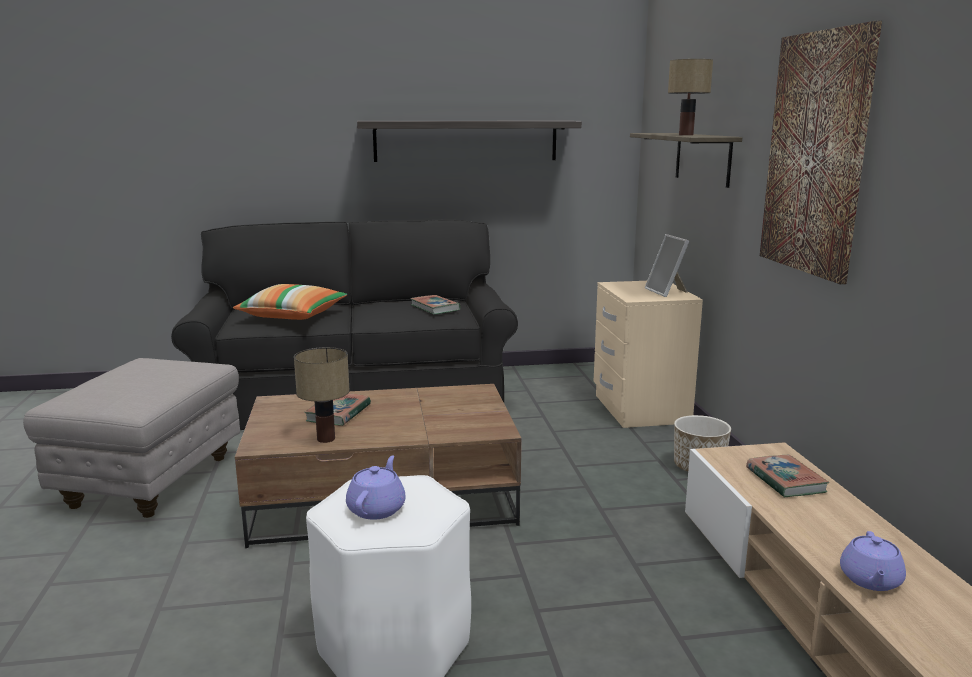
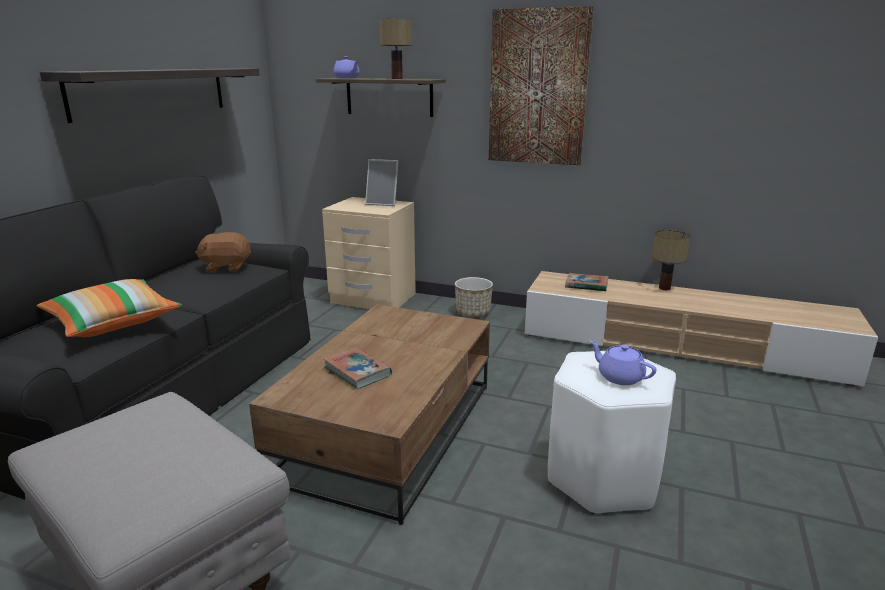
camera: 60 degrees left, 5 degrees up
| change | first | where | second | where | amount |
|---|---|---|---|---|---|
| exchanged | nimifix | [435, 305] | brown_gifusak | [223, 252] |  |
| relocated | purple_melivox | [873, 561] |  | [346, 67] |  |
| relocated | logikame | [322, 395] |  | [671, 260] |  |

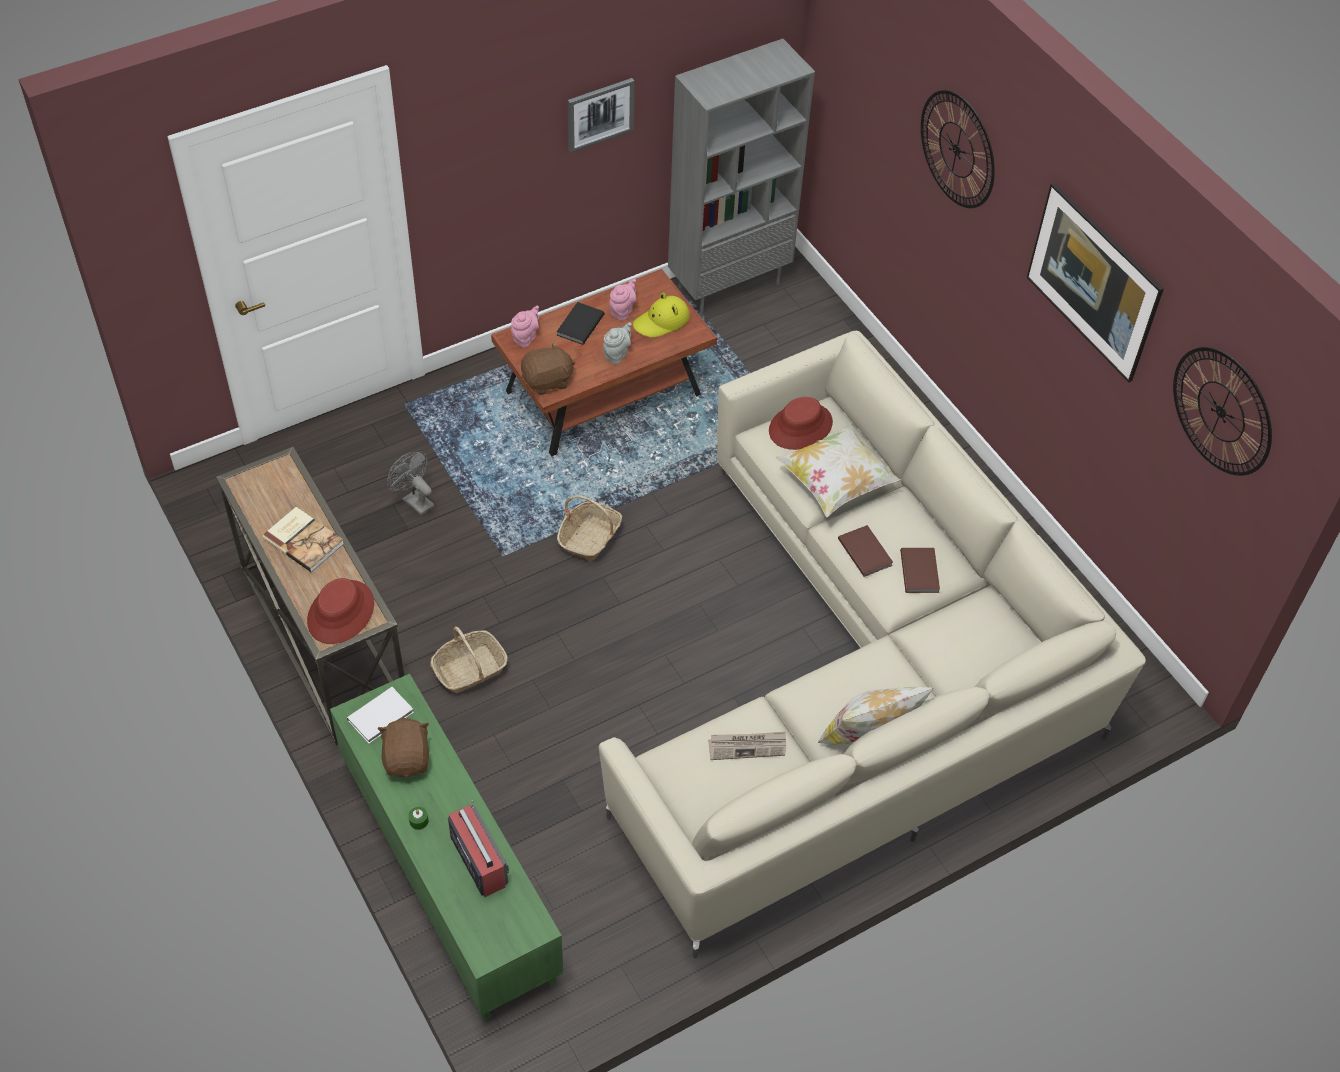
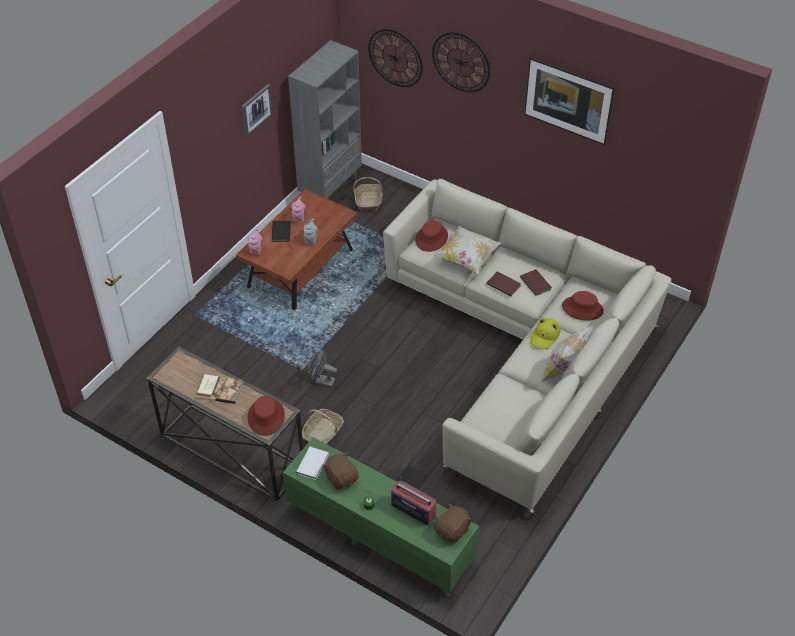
camera: 25 degrees left, 5 degrees down
| change | first | where | second | where | amount |
|---|---|---|---|---|---|
| relocated | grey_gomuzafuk | [410, 484] |  | [322, 368] |  |
| relocated | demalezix | [589, 528] |  | [368, 194] |  |
| relocated | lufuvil | [1222, 411] |  | [395, 58] |  |
| relocated | brown_gifusak | [548, 368] |  | [453, 523] |  |
| relocated | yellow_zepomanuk | [661, 314] |  | [545, 333] |  |
| appeared |  |  | red_zepomanuk | [583, 306] |  |
| missing | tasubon | [747, 746] |  |  |  |

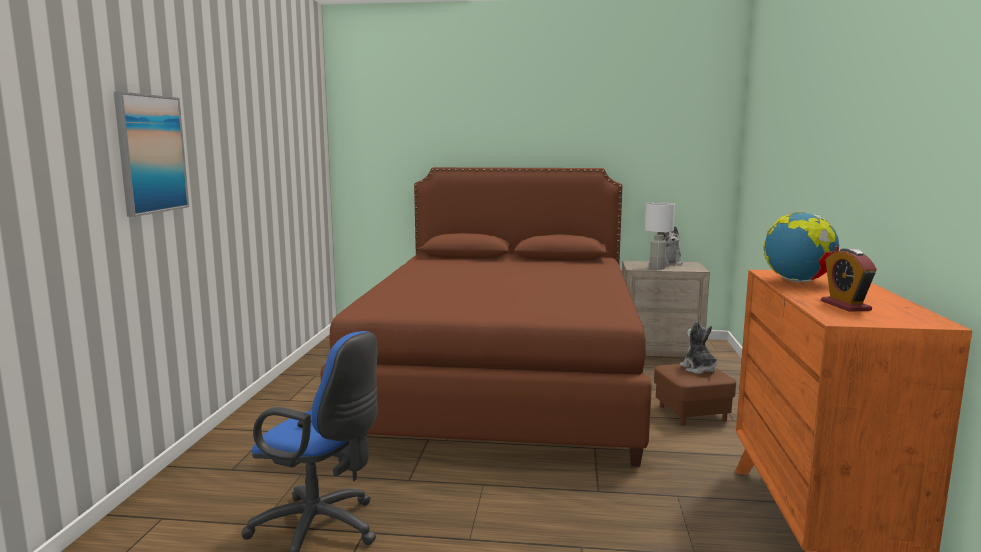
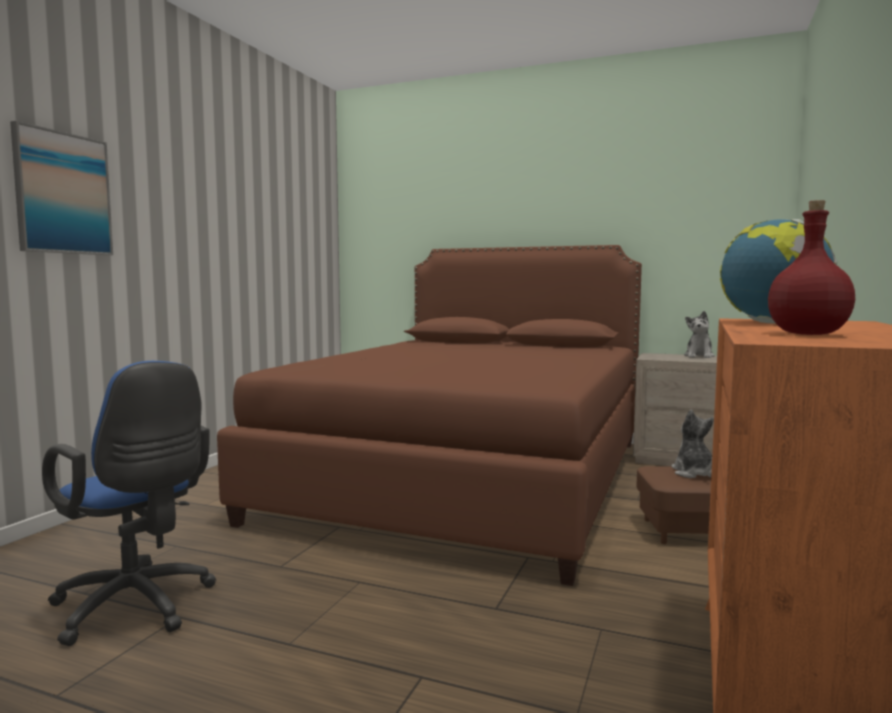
camera: 15 degrees right, 5 degrees down
| change | first | where | second | where | amount |
|---|---|---|---|---|---|
| exchanged | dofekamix | [849, 280] | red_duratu | [811, 267] |  |
| missing | white_logikame | [660, 236] |  |  |  |

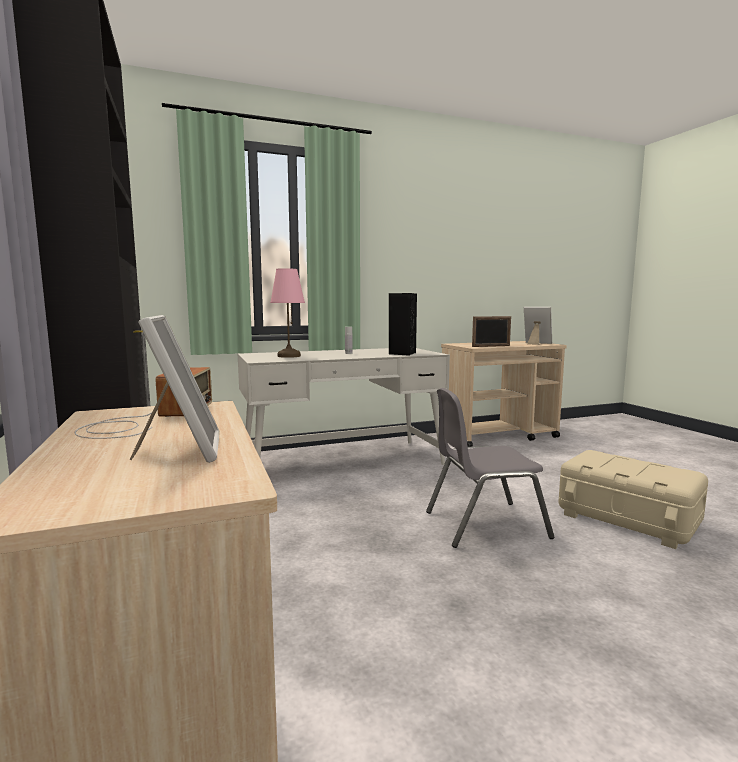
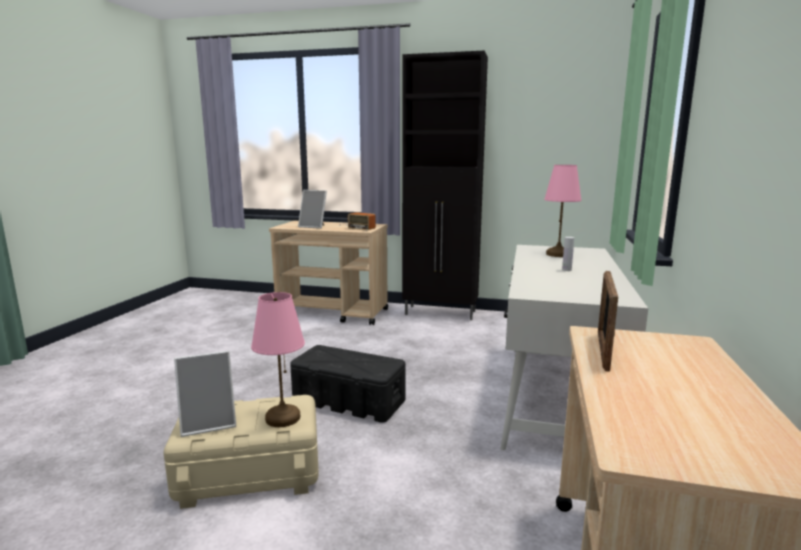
camera: 125 degrees right, 5 degrees up
| change | first | where | second | where | amount |
|---|---|---|---|---|---|
| relocated | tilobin | [538, 326] |  | [205, 394] |  |
| appeared |  |  | pink_logikame | [278, 359] |  |
| exchanged | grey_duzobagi | [490, 468] | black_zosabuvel | [347, 384] |  |
| missing | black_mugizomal | [402, 324] |  |  |  |

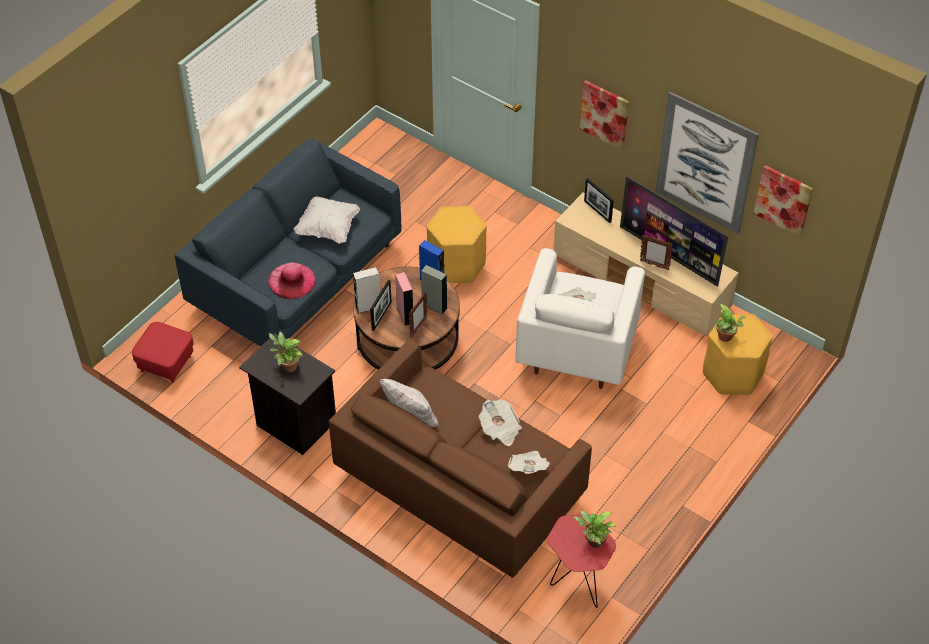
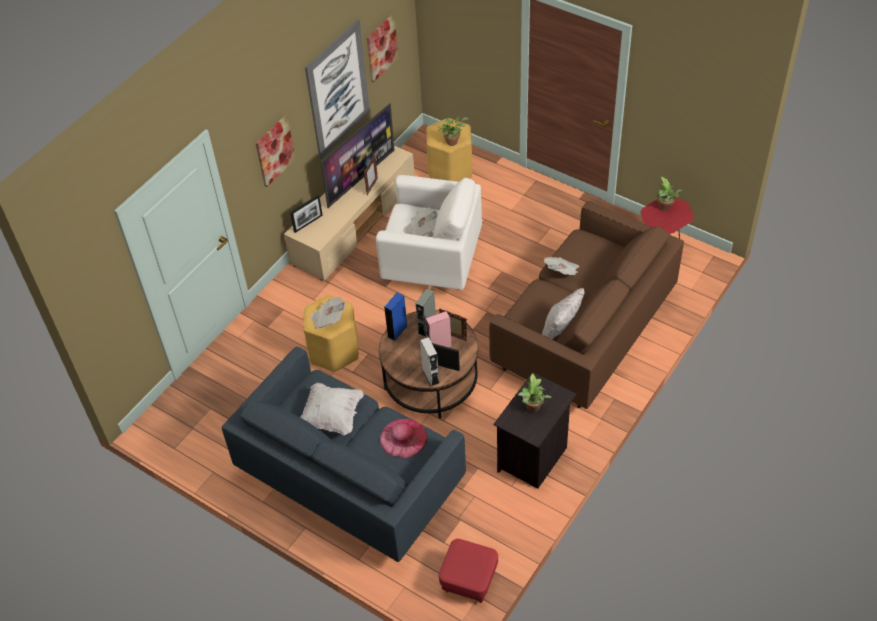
camera: 90 degrees left, 0 degrees up
| change | first | where | second | where | amount |
|---|---|---|---|---|---|
| relocated | tasubon | [529, 462] |  | [328, 313] |  |

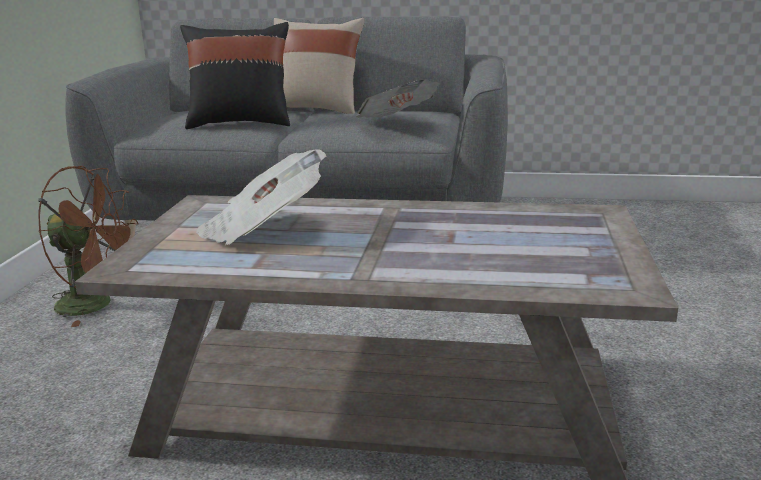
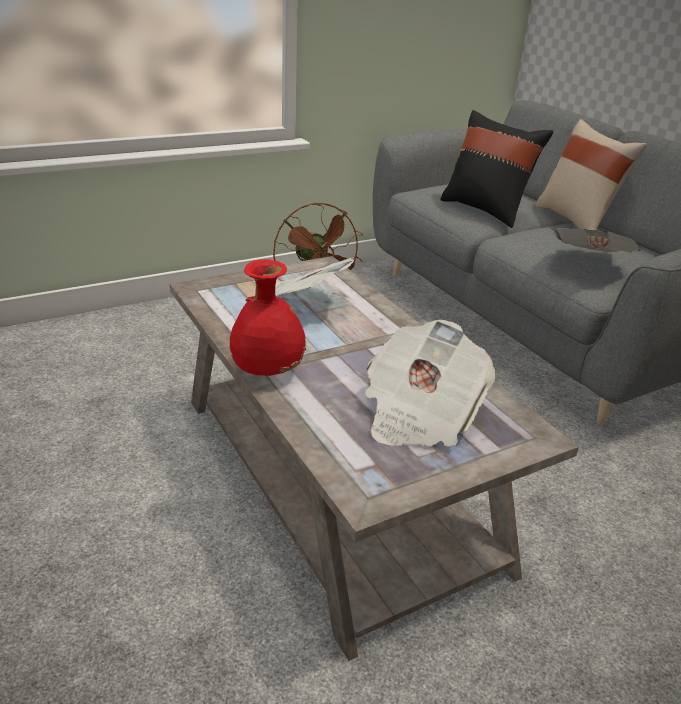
camera: 50 degrees right, 10 degrees up
| change | first | where | second | where | amount |
|---|---|---|---|---|---|
| appeared |  |  | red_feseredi | [268, 318] |  |
| appeared |  |  | tasubon | [430, 383] |  |

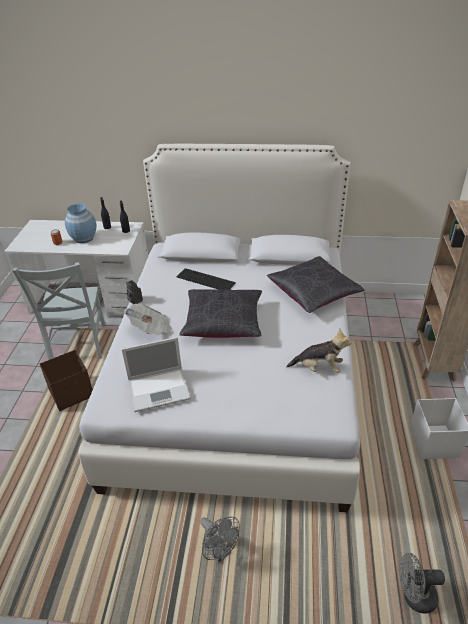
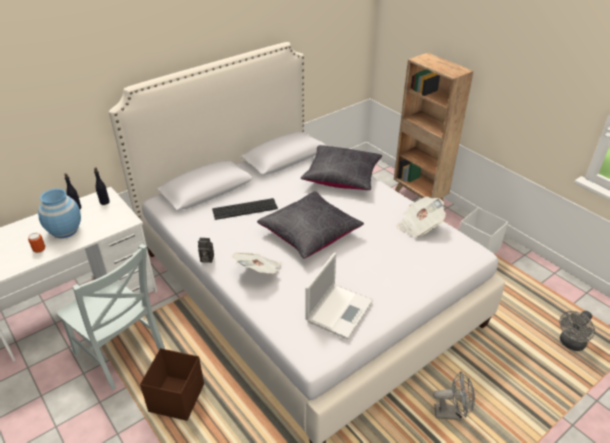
camera: 45 degrees left, 0 degrees up
| change | first | where | second | where | amount |
|---|---|---|---|---|---|
| exchanged | gifusak | [318, 351] | tasubon | [421, 217] |  |

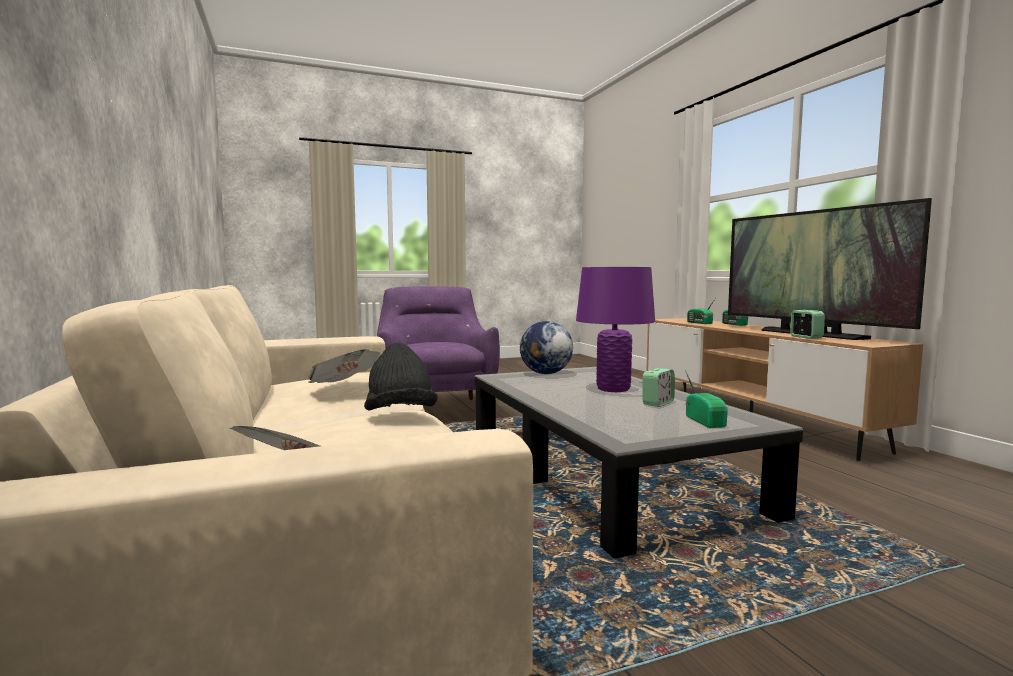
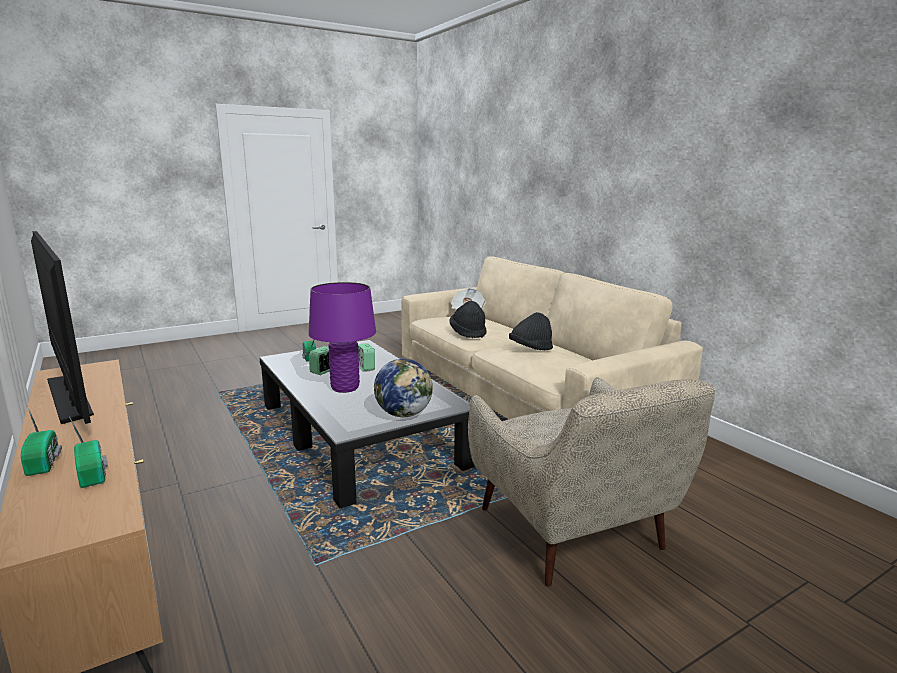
camera: 170 degrees right, 10 degrees up
| change | first | where | second | where | amount |
|---|---|---|---|---|---|
| relocated | dofekamix | [807, 324] |  | [366, 357] |  |
| colour | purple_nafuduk | [438, 343] | beige_nafuduk | [592, 482] |  |
| exchanged | tasubon | [344, 366] | black_zepomanuk | [531, 331] |  |

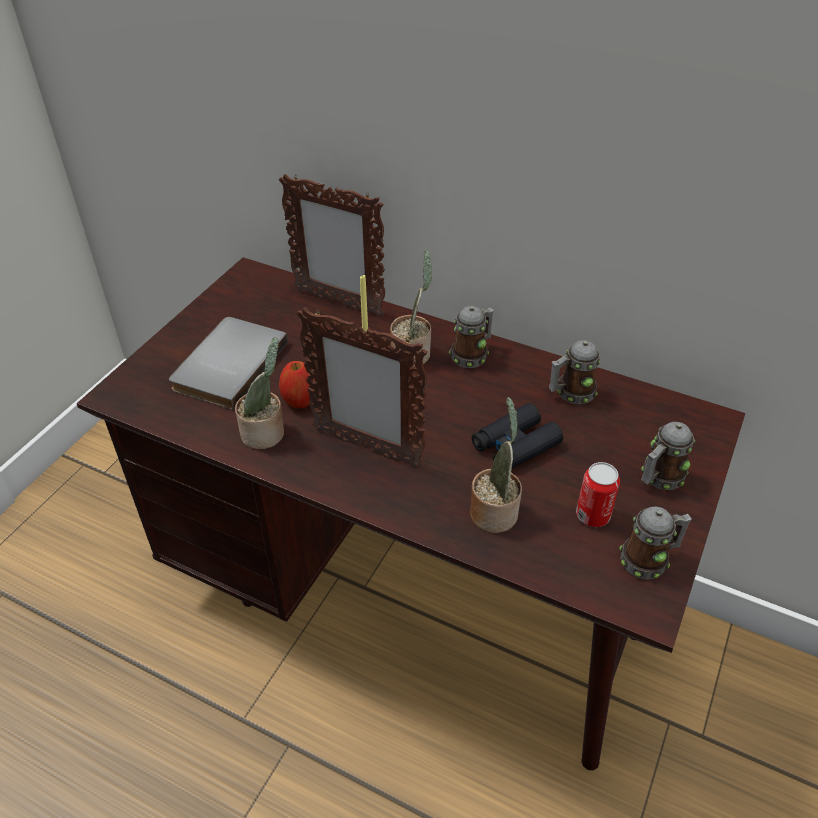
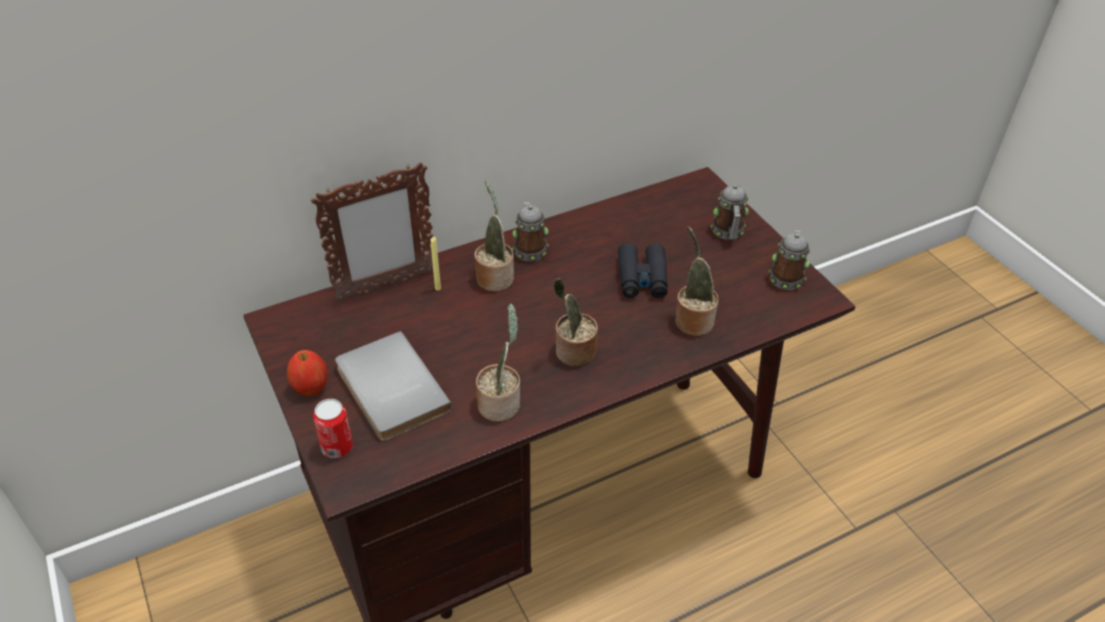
camera: 55 degrees left, 0 degrees up
| change | first | where | second | where | amount |
|---|---|---|---|---|---|
| relocated | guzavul | [297, 384] |  | [307, 373] |  |
| relocated | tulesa | [598, 494] |  | [333, 428] |  |
| exchanged | tilobin | [362, 388] | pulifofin | [575, 322] |  |
| missing | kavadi | [575, 372] |  |  |  |

